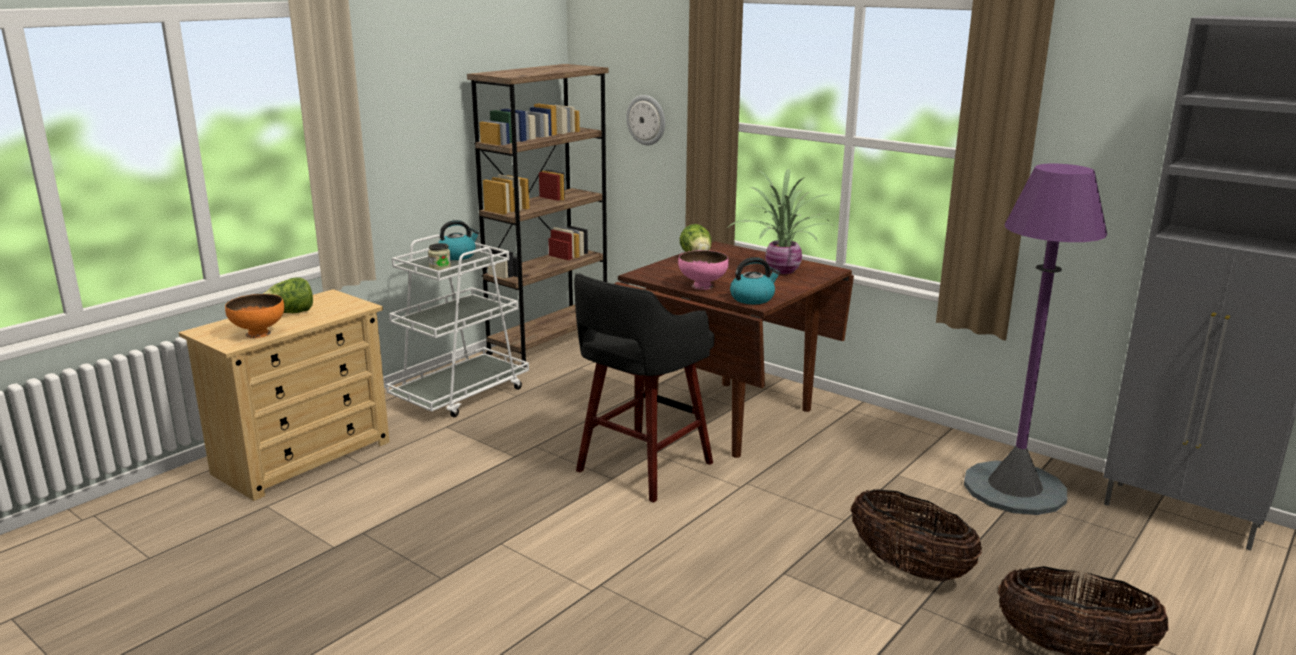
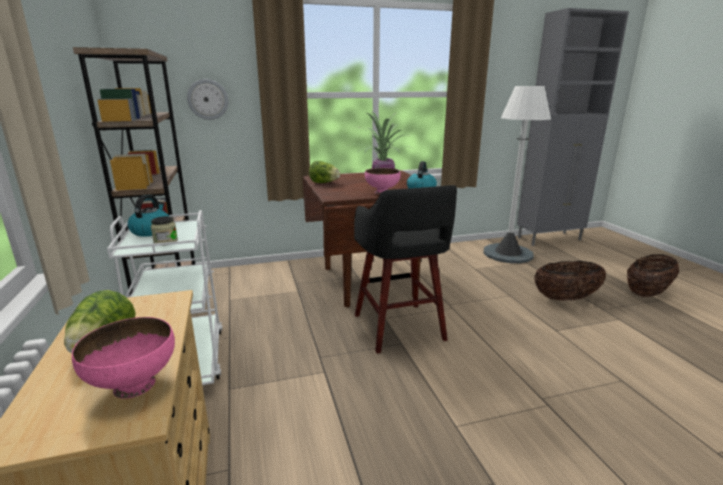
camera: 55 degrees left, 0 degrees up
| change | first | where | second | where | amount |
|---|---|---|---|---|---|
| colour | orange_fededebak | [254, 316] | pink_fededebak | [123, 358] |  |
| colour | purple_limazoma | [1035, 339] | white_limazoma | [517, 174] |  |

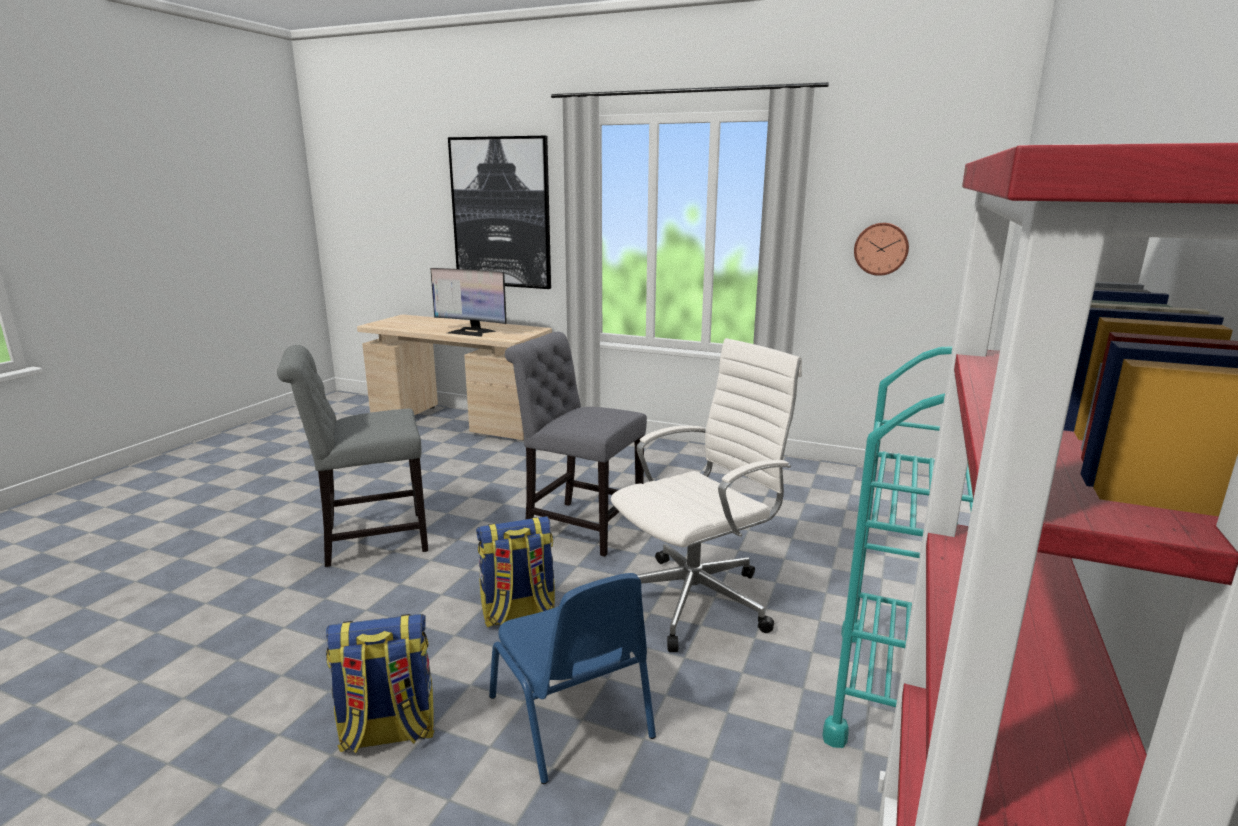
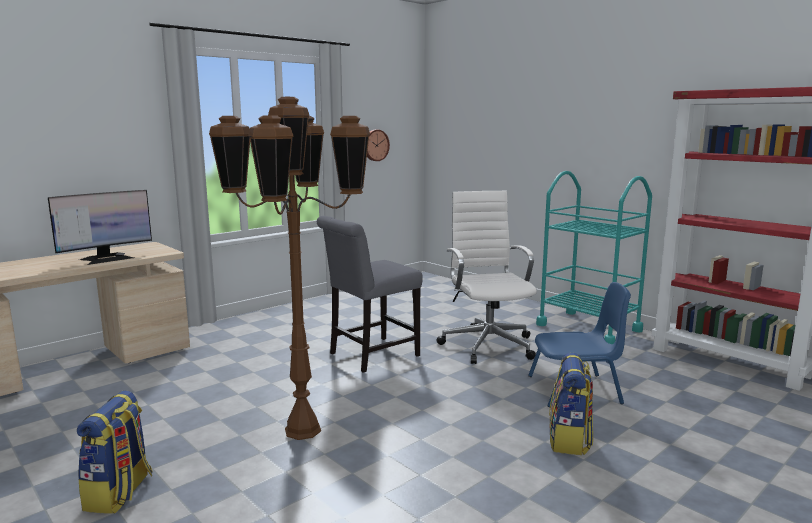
camera: 65 degrees left, 5 degrees down
| change | first | where | second | where | amount |
|---|---|---|---|---|---|
| relocated | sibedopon | [515, 571] |  | [114, 452] |  |
| exchanged | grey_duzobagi | [352, 456] | brown_limazoma | [289, 268] |  |
| missing | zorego | [499, 212] |  |  |  |

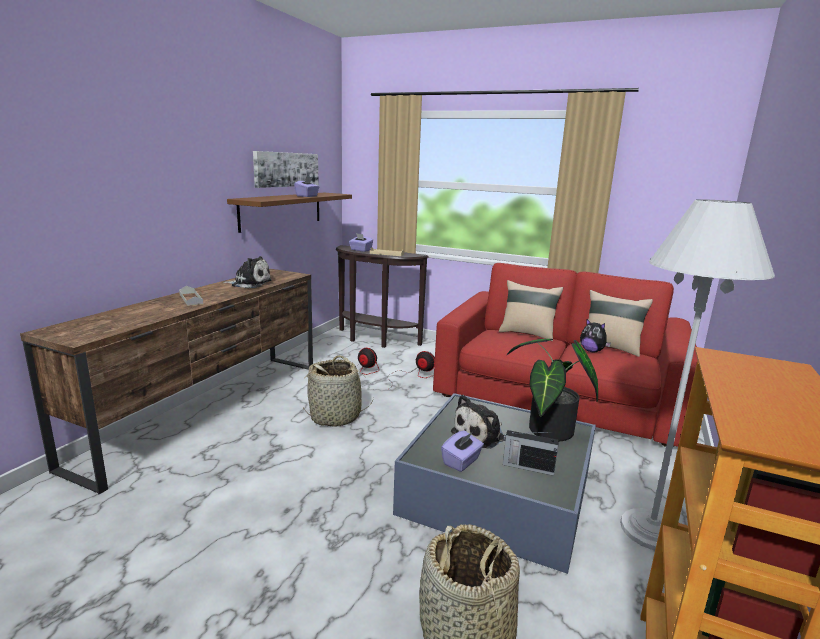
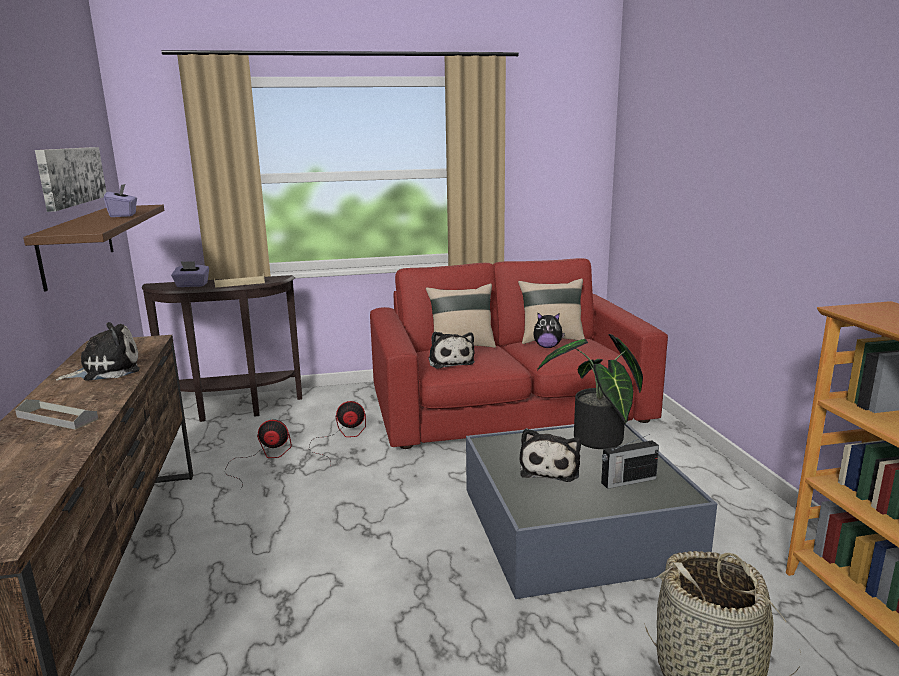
camera: 35 degrees left, 0 degrees up
| change | first | where | second | where | amount |
|---|---|---|---|---|---|
| appeared |  |  | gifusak | [452, 350] |  |
| missing | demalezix | [338, 390] |  |  |  |
| missing | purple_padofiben | [462, 451] |  |  |  |
| missing | white_limazoma | [697, 374] |  |  |  |

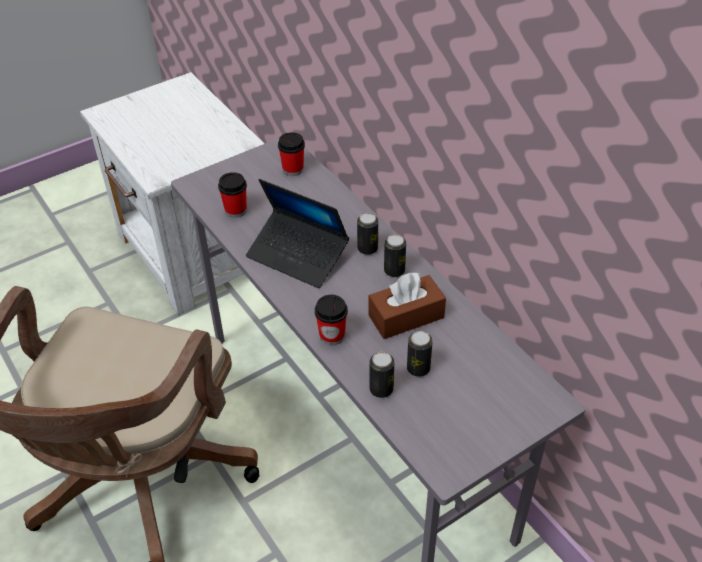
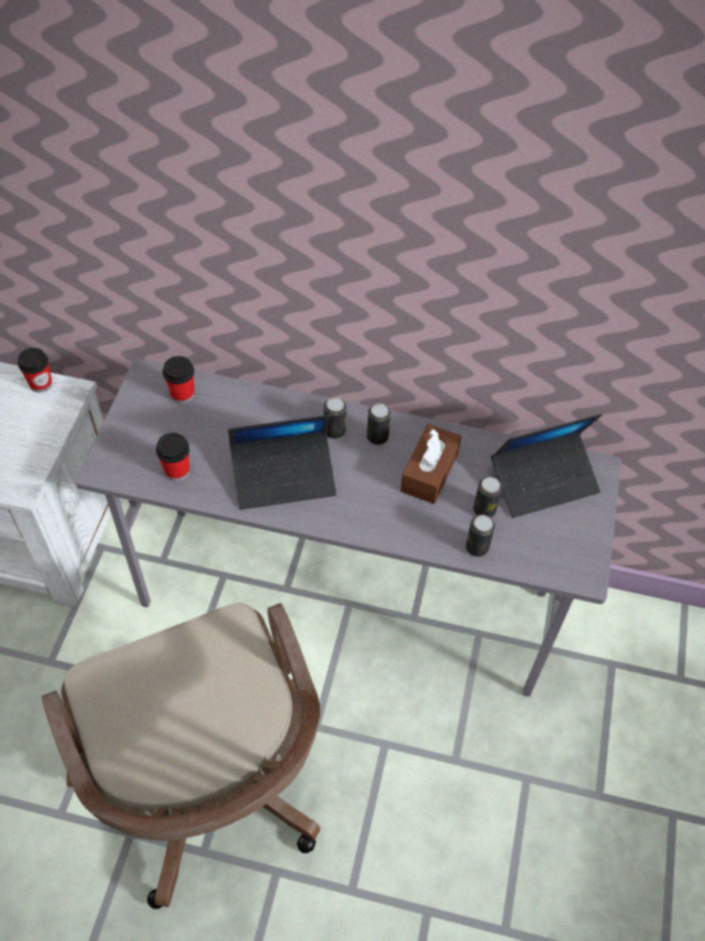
camera: 45 degrees left, 10 degrees up
| change | first | where | second | where | amount |
|---|---|---|---|---|---|
| relocated | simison | [331, 320] |  | [35, 370] |  |
| appeared |  |  | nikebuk | [546, 466] |  |

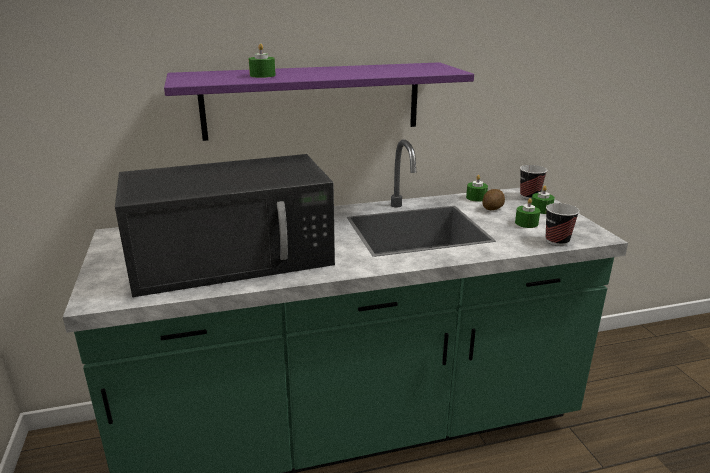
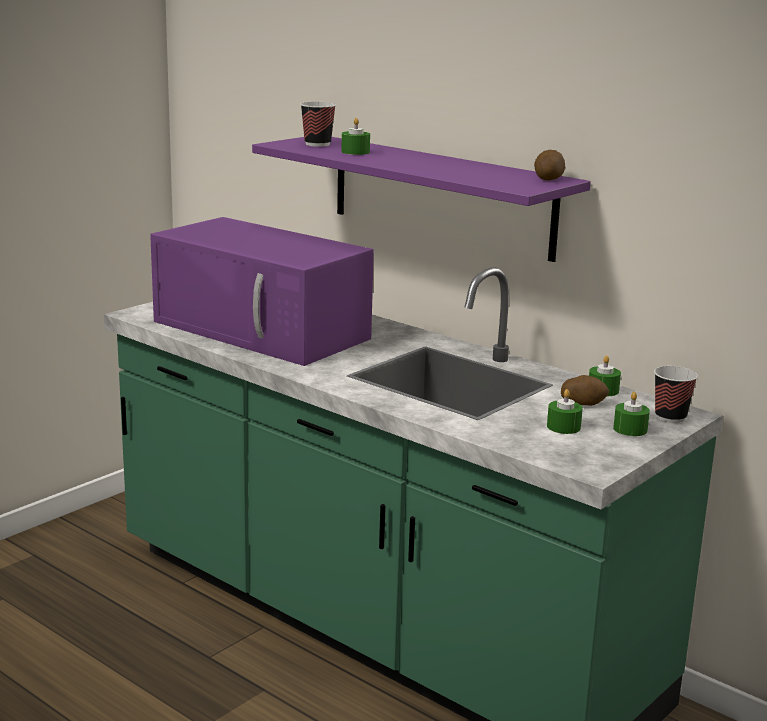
camera: 55 degrees right, 5 degrees down
| change | first | where | second | where | amount |
|---|---|---|---|---|---|
| colour | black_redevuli | [225, 225] | purple_redevuli | [262, 291] |  |
| relocated | simison | [563, 224] |  | [318, 124] |  |
| appeared |  |  | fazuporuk | [549, 165] |  |

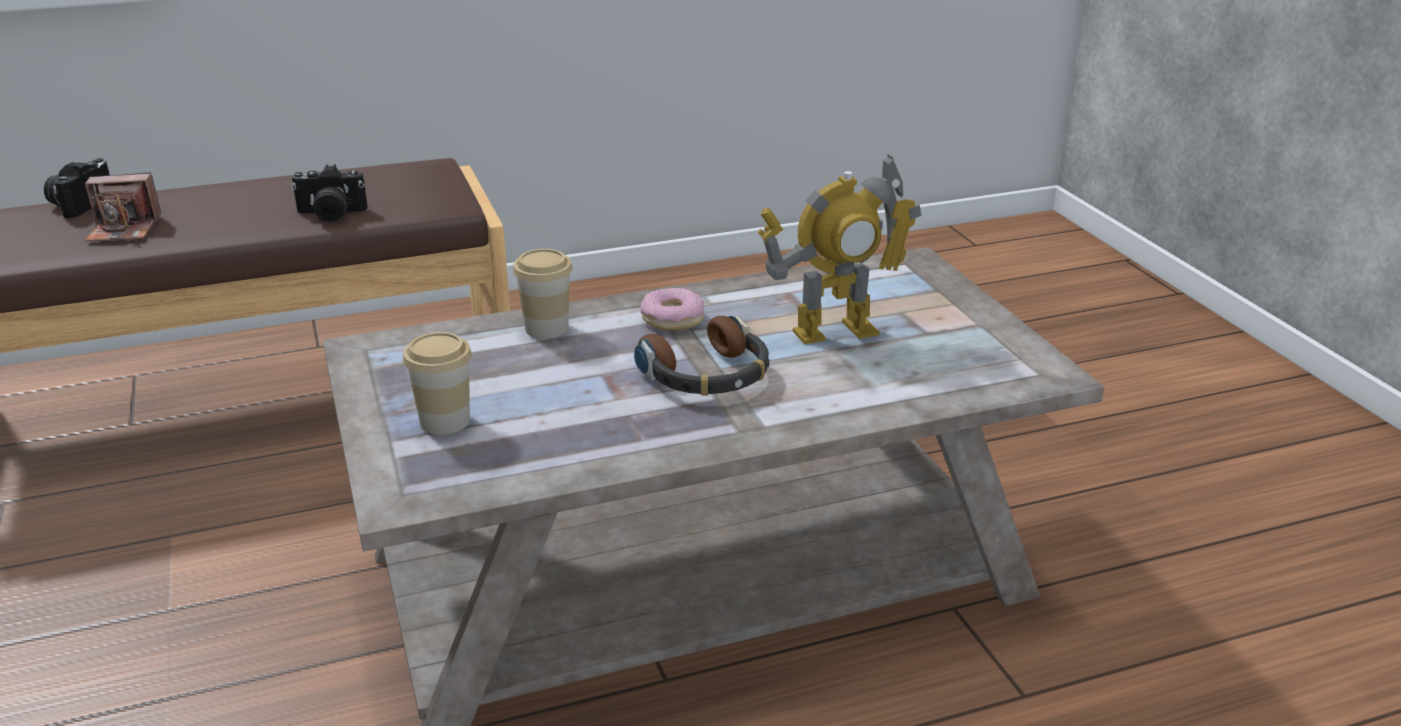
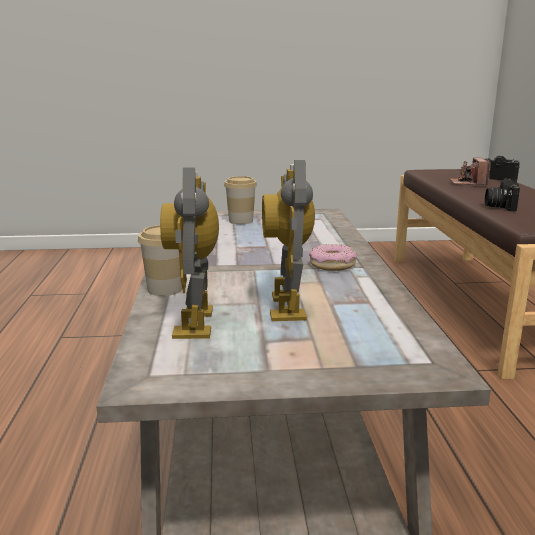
camera: 105 degrees right, 10 degrees down
| change | first | where | second | where | amount |
|---|---|---|---|---|---|
| relocated | simison | [542, 294] |  | [160, 260] |  |
| appeared |  |  | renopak | [189, 253] |  |
| missing | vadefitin | [701, 356] |  |  |  |

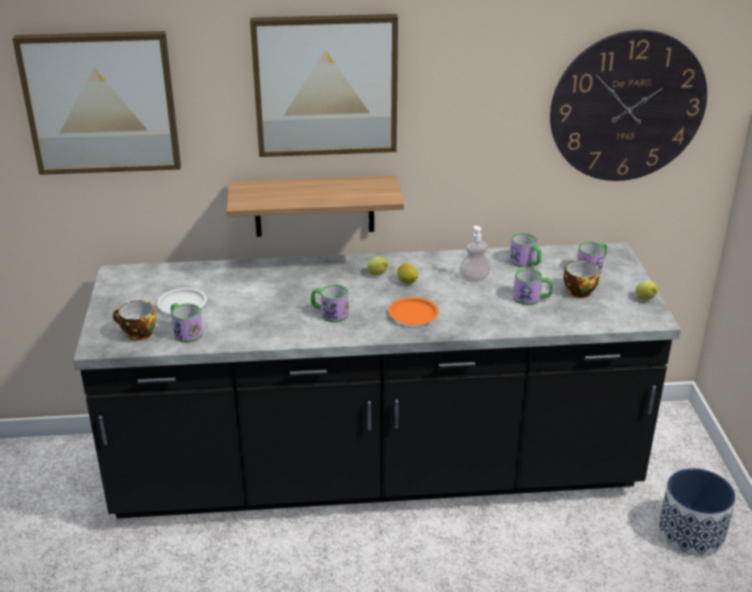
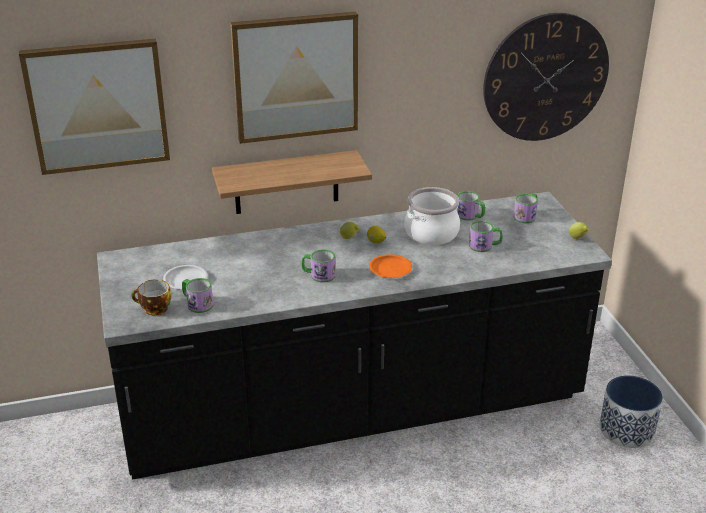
camera: 10 degrees left, 0 degrees up
| change | first | where | second | where | amount |
|---|---|---|---|---|---|
| exchanged | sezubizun | [475, 254] | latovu | [432, 216] |  |
| missing | simison | [581, 279] |  |  |  |

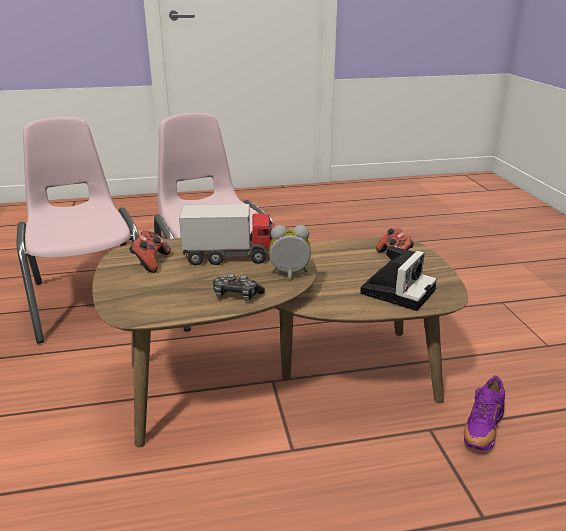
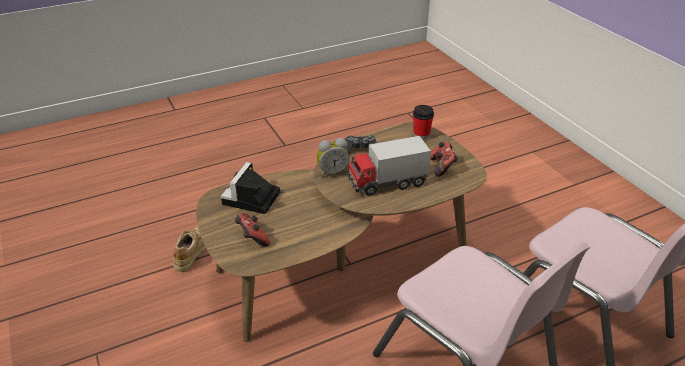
camera: 165 degrees right, 10 degrees up
| change | first | where | second | where | amount |
|---|---|---|---|---|---|
| colour | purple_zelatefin | [484, 412] | beige_zelatefin | [189, 249] |  |
| appeared |  |  | simison | [423, 122] |  |

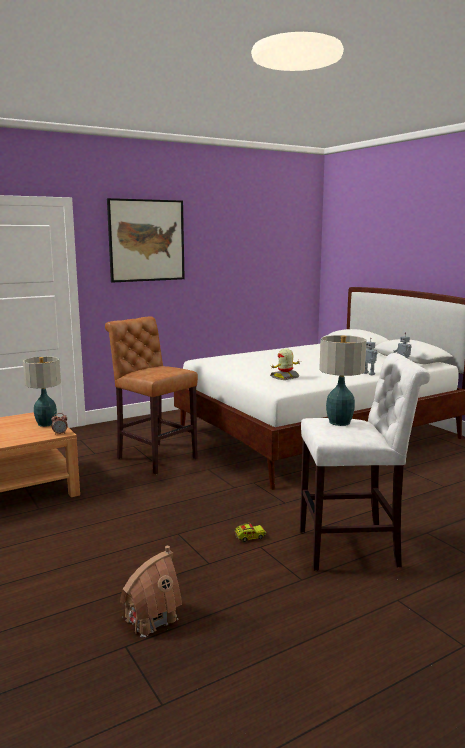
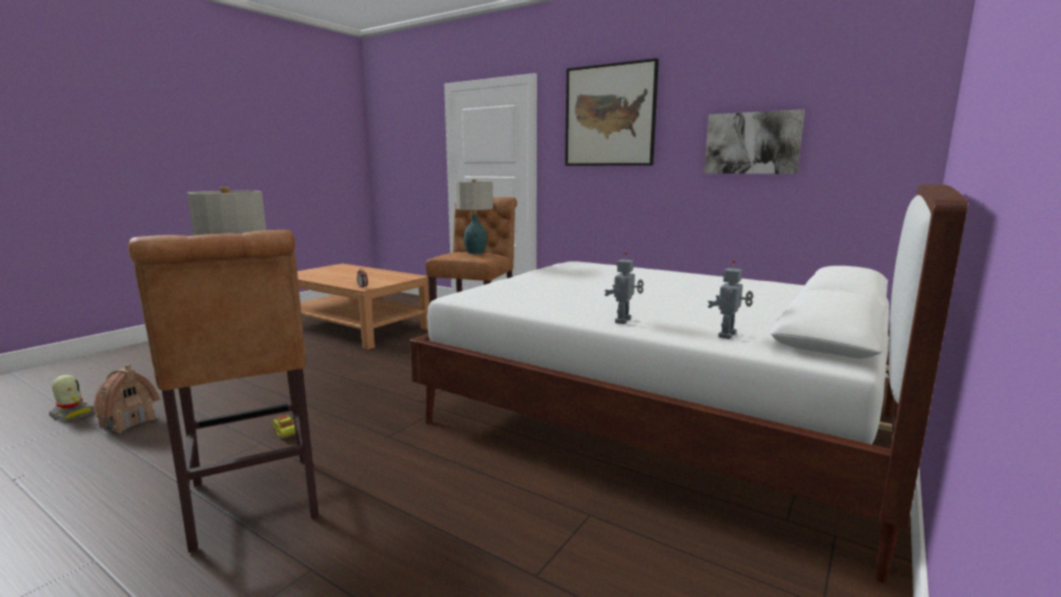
camera: 65 degrees right, 0 degrees up
| change | first | where | second | where | amount |
|---|---|---|---|---|---|
| relocated | renopak | [285, 364] |  | [71, 398] |  |
| colour | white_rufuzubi | [365, 462] | brown_rufuzubi | [223, 391] |  |
| relocated | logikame | [42, 391] |  | [474, 216] |  |
| appeared |  |  | zorego | [754, 141] |  |

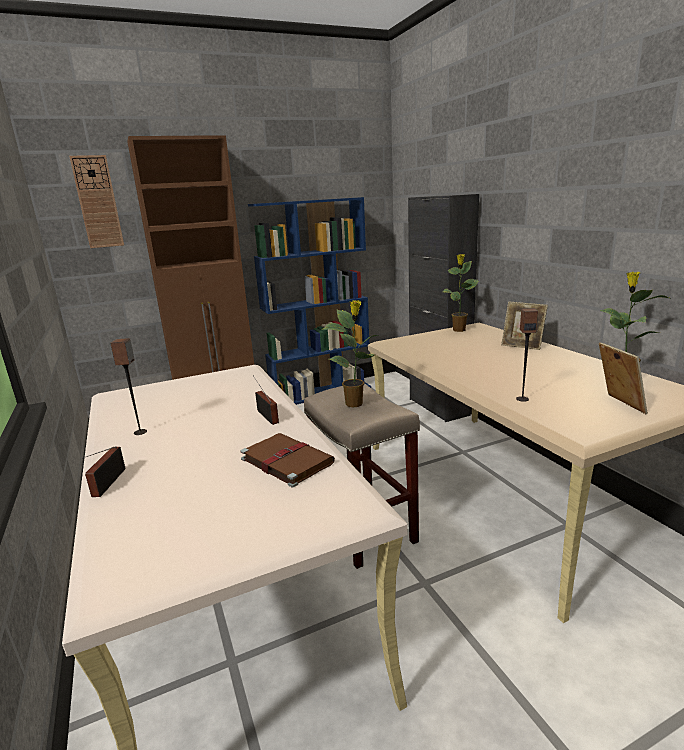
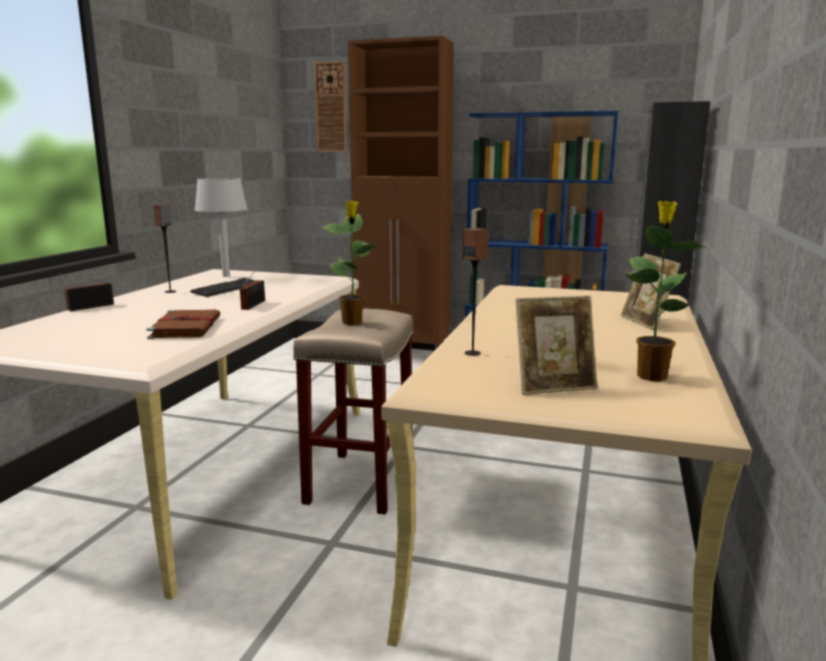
camera: 40 degrees right, 5 degrees down
| change | first | where | second | where | amount |
|---|---|---|---|---|---|
| appeared |  |  | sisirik | [223, 287] |  |
| appeared |  |  | grey_logikame | [221, 227] |  |
| spun | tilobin | [623, 378] |  | [556, 345] | 45 degrees clockwise |
| missing | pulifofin | [460, 293] |  |  |  |

